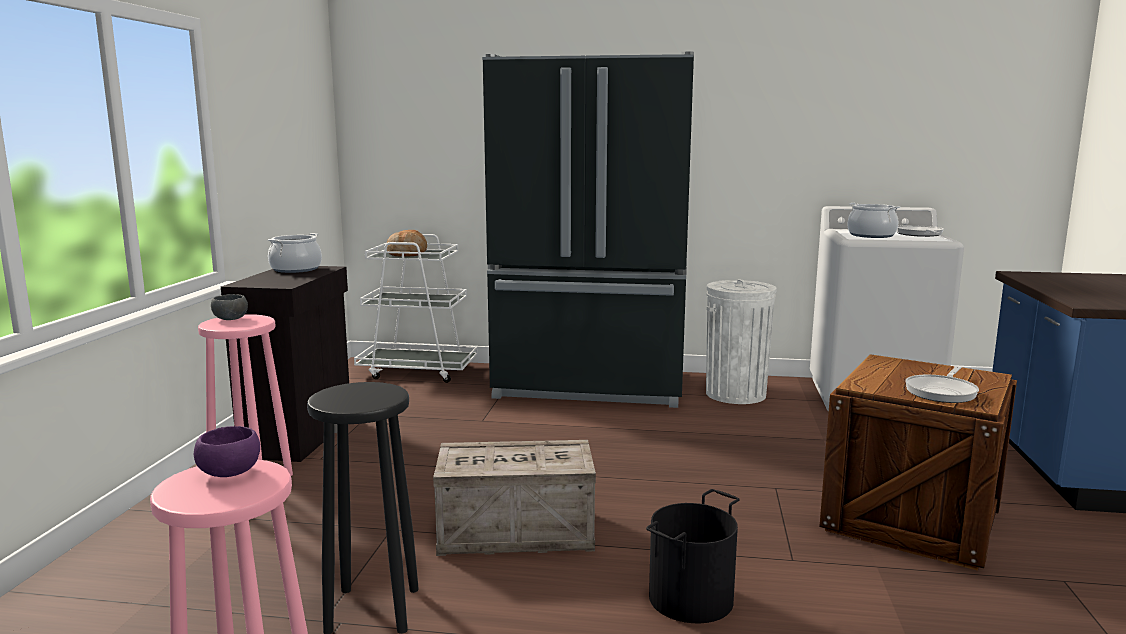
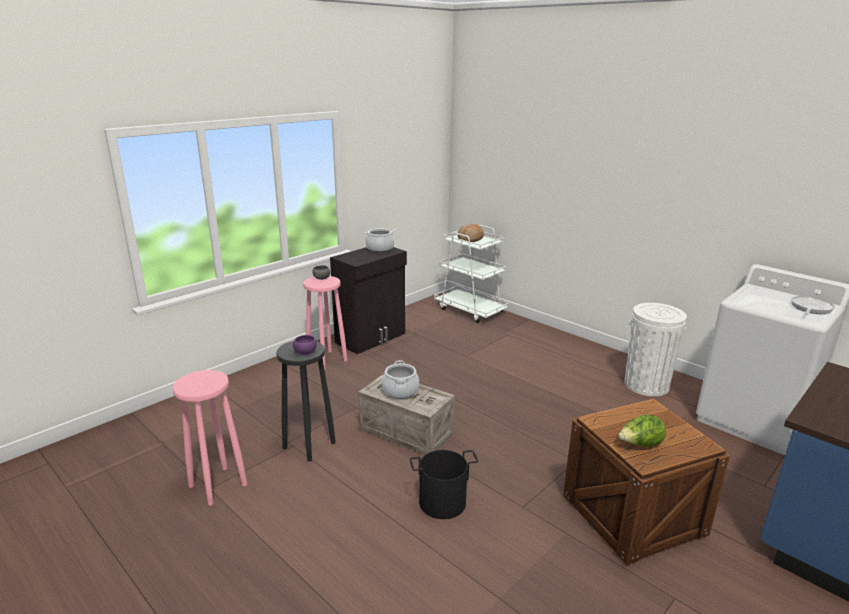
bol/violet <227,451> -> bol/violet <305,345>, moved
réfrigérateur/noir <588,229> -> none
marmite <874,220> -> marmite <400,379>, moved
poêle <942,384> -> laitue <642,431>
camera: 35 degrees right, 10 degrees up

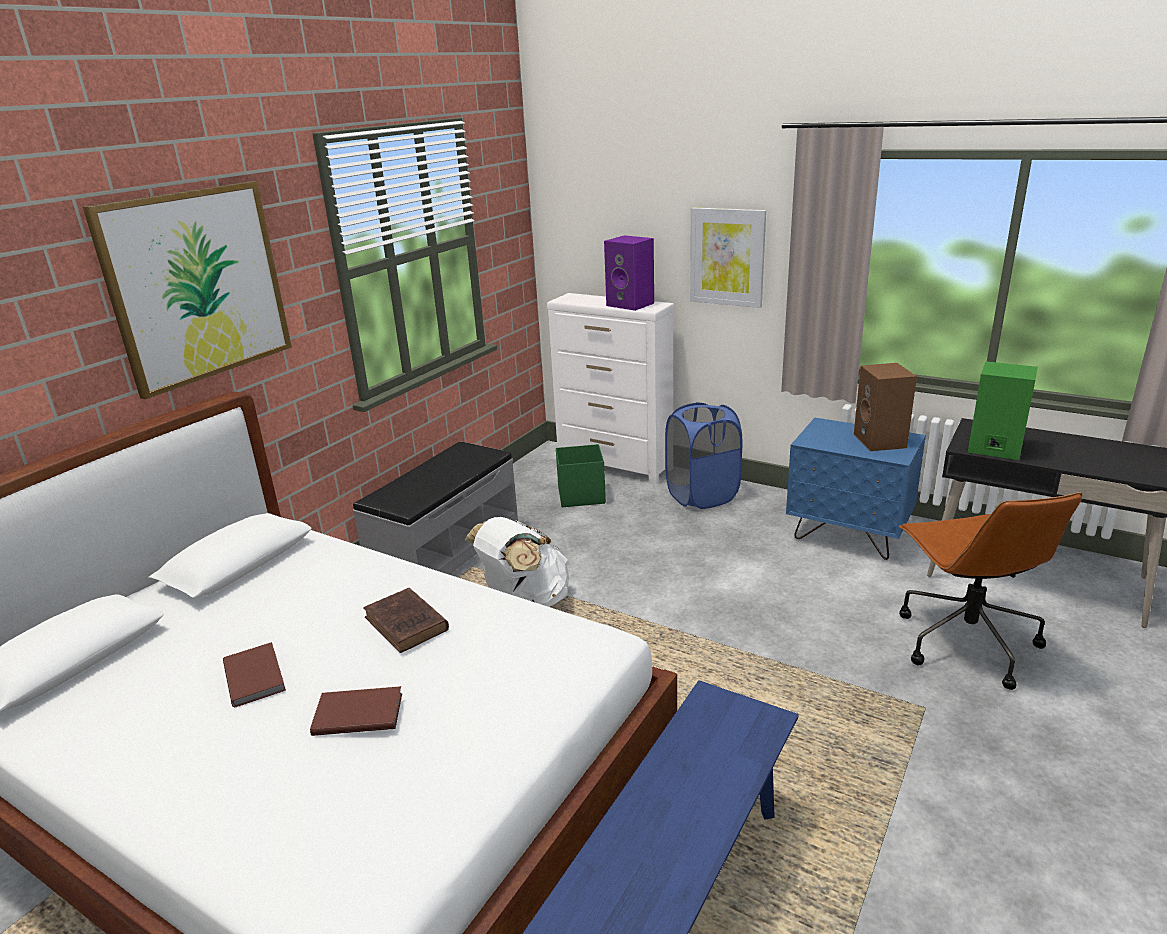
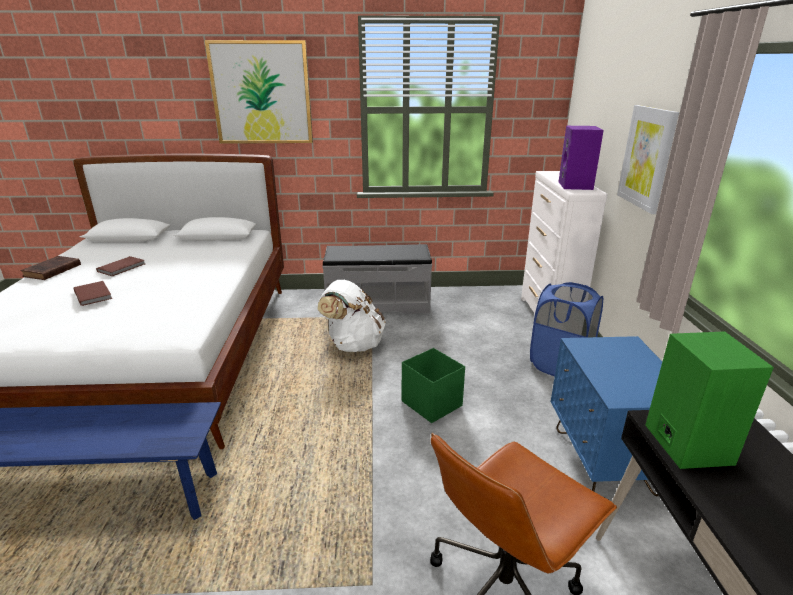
livre/marron <406,620> -> livre/marron <50,268>, moved
boîte de rangement/vert <581,475> -> boîte de rangement/vert <433,385>, moved
enceinte/marron <885,407> -> none
camera: 55 degrees right, 0 degrees up

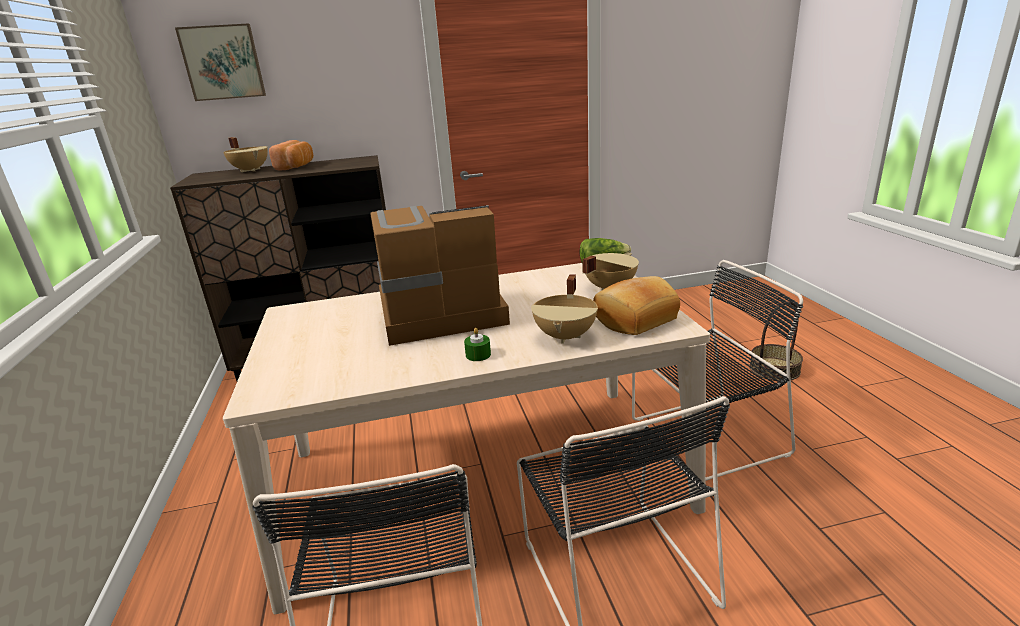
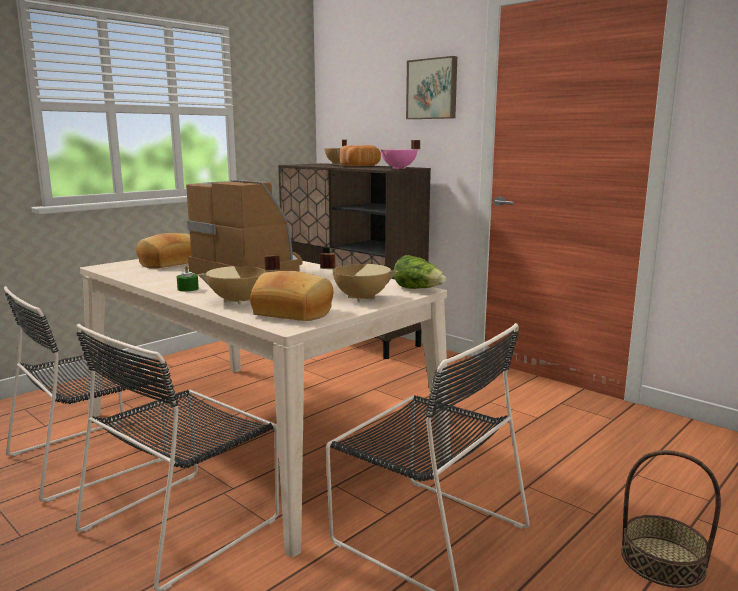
tableau <220,62> -> tableau <431,87>, moved
none -> pain <163,250>
none -> marmite/rose <400,154>
camera: 55 degrees right, 10 degrees down

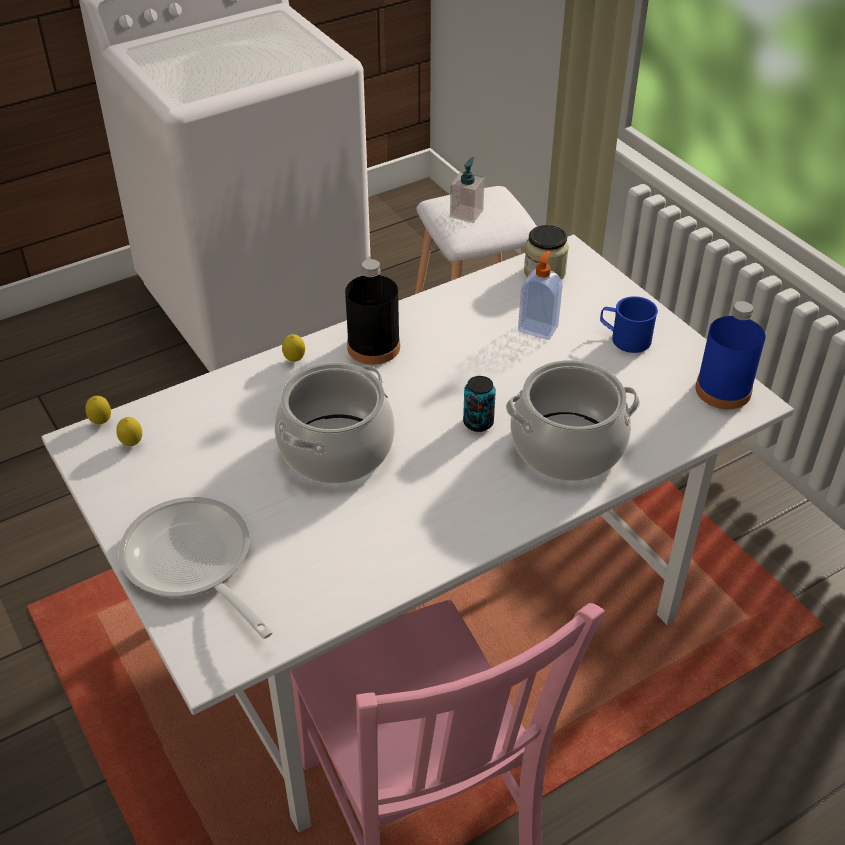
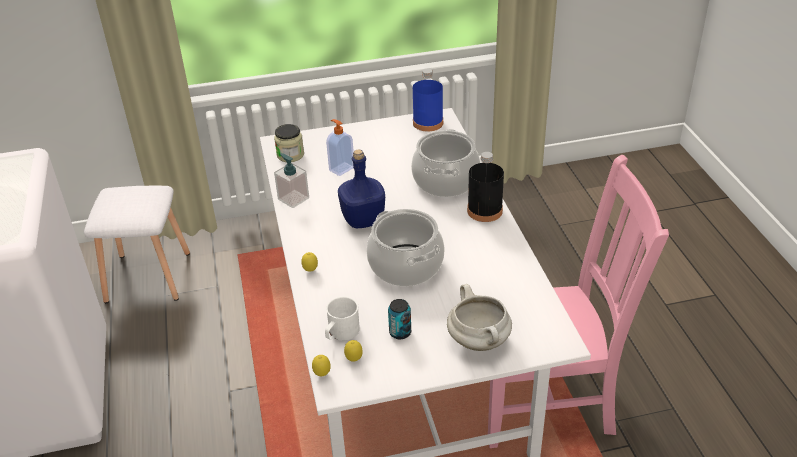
poêle <196,568> -> marmite/blanc <479,317>
bouteille/noir <372,312> -> bouteille/noir <485,187>, moved
distributeur de savon <467,190> -> distributeur de savon <291,180>, moved
boîte métallique <479,404> -> boîte métallique <399,319>, moved
mug/bleu <629,324> -> none
none -> mug/blanc <342,318>
none -> bouteille/bleu <361,189>
camera: 70 degrees left, 5 degrees down

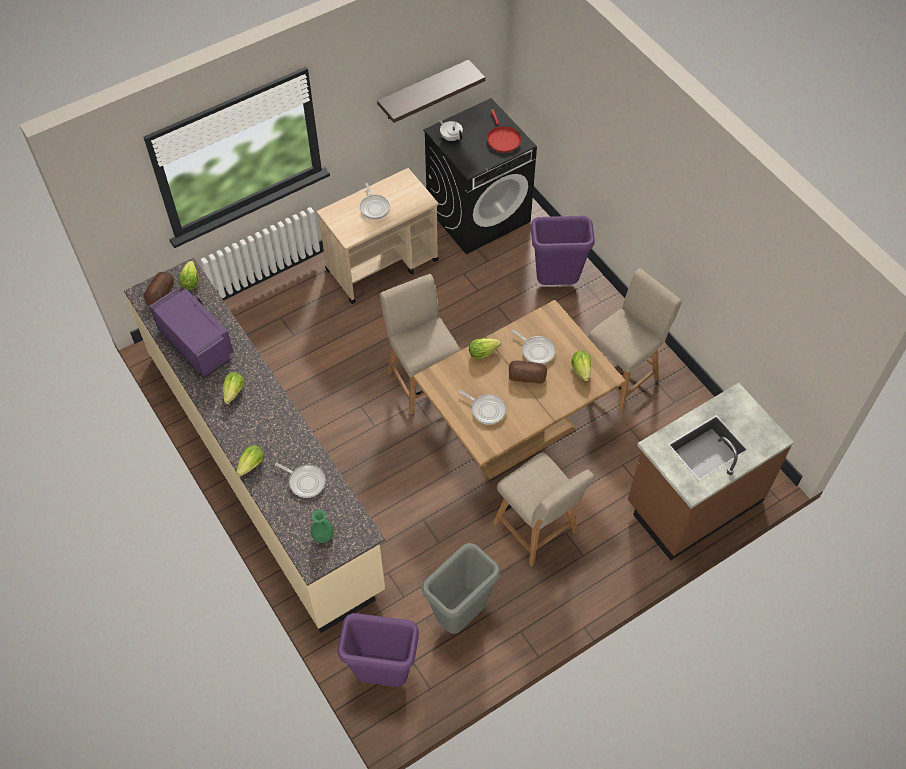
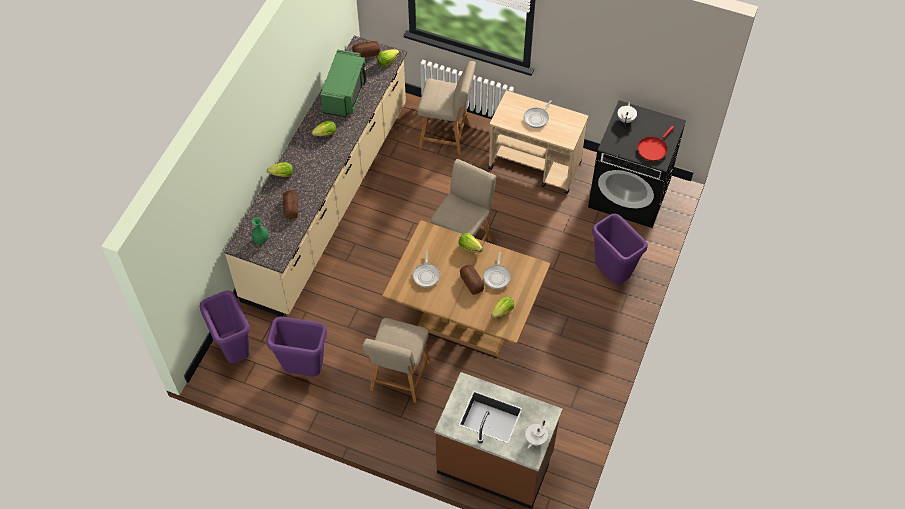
micro-ondes/violet <191,333> -> micro-ondes/vert <343,83>
poêle <300,480> -> pain <290,204>
étagère <431,91> -> none
poubelle/gris <461,588> -> poubelle/violet <296,347>
chaise/beige <635,339> -> chaise/beige <447,108>, moved
none -> théière/blanc <536,434>
camera: 55 degrees right, 0 degrees up

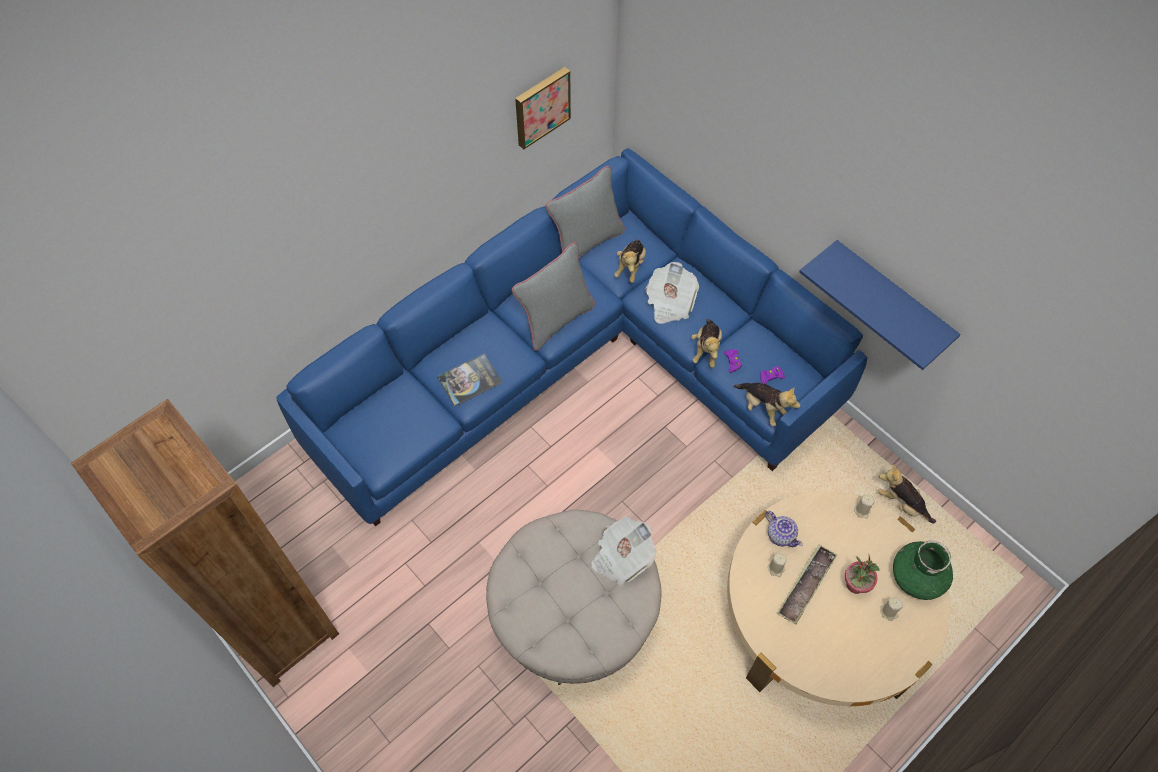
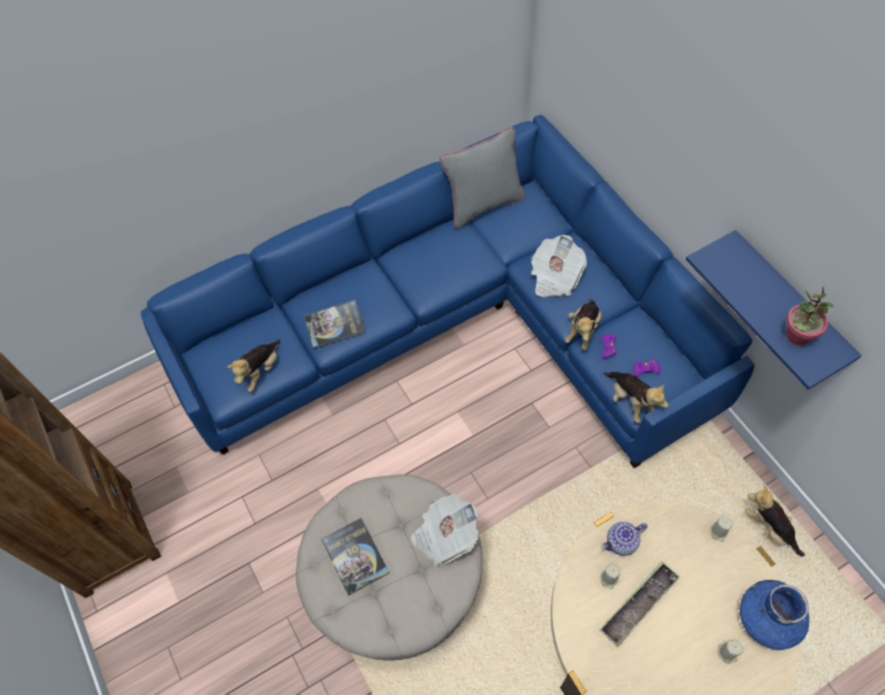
coussin/gris <553,296> -> none
tableau <543,108> -> none
peluche <630,261> -> peluche <253,365>, moved
théière <784,529> -> théière <624,539>, 90 degrees clockwise
plante en pot <862,574> -> plante en pot <810,315>, moved
vase/vert <923,570> -> vase/bleu <774,615>
none -> livre <355,557>
camera: 15 degrees right, 0 degrees up

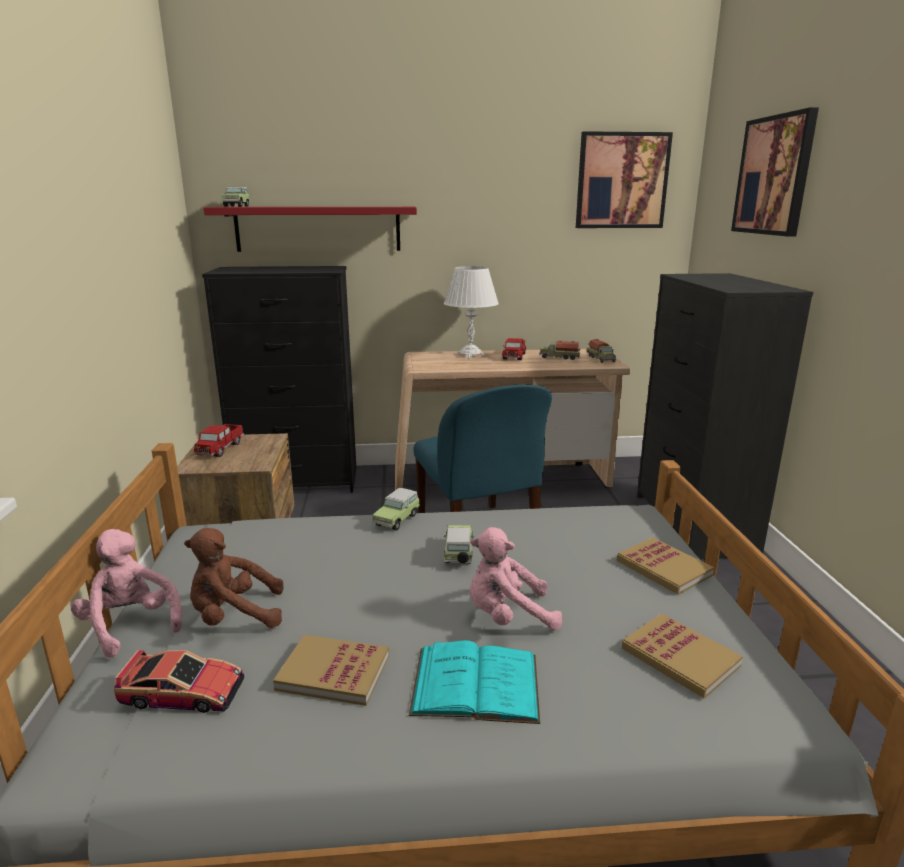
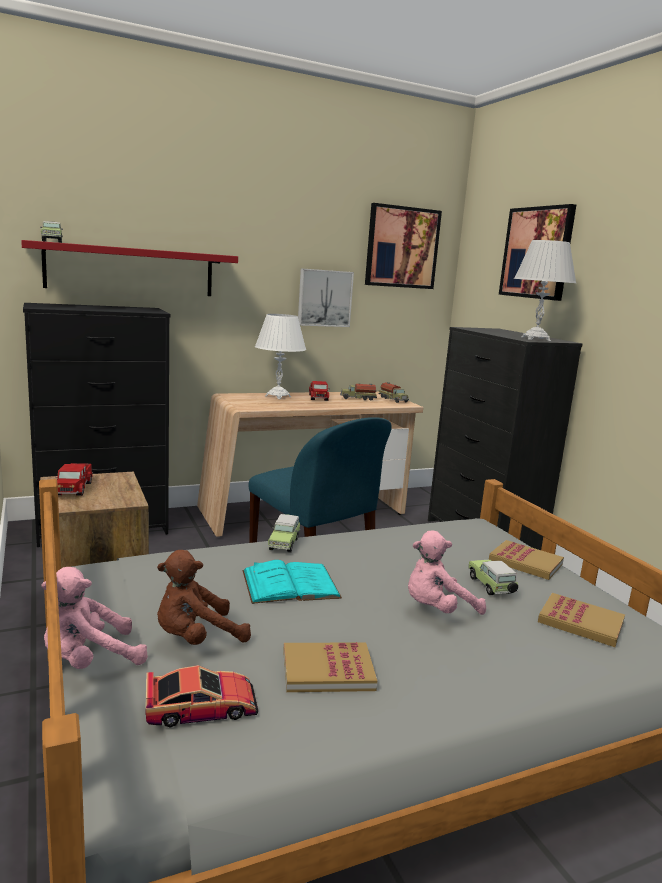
peluche/rose <126,593> -> peluche/rose <95,618>, 60 degrees counterclockwise
livre/turquoise <474,682> -> livre/turquoise <292,582>, moved
petite voiture <459,544> -> petite voiture <493,577>, moved
none -> tableau <326,297>
none -> lampe de table/blanc <545,290>
camera: 20 degrees left, 5 degrees down

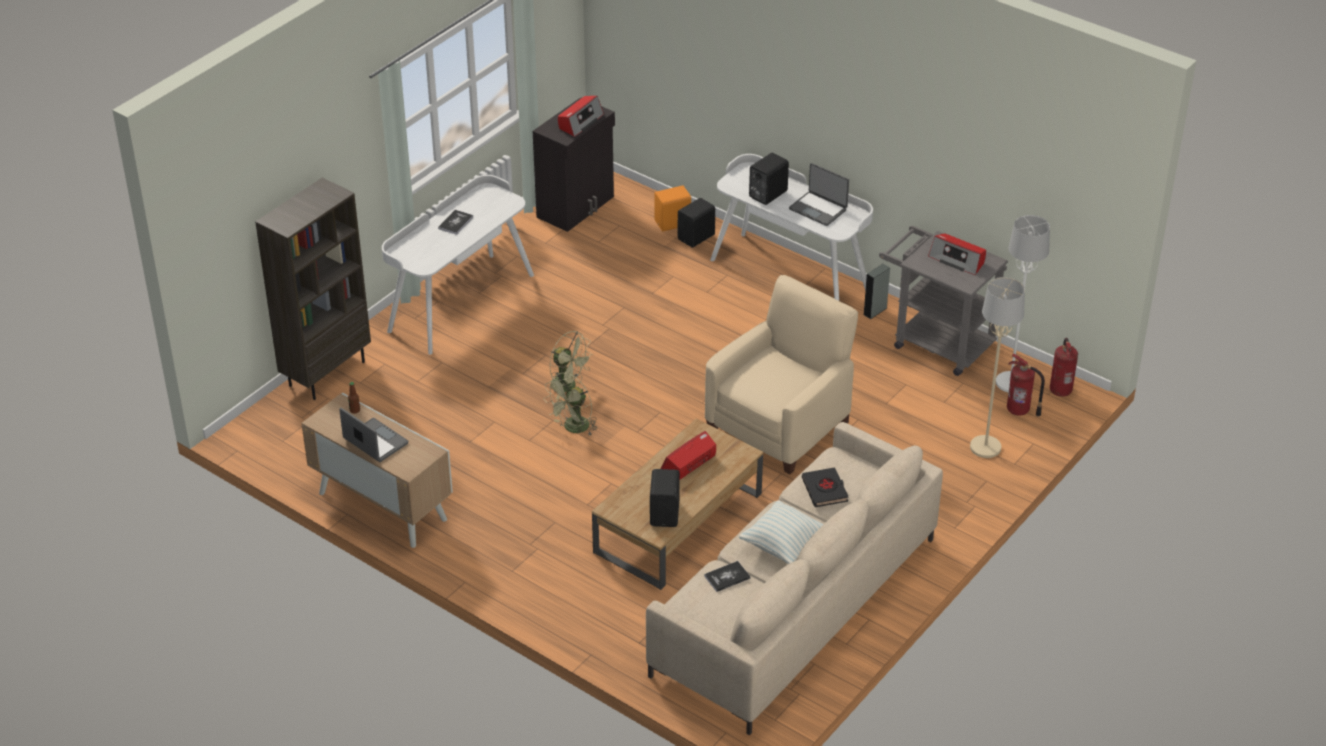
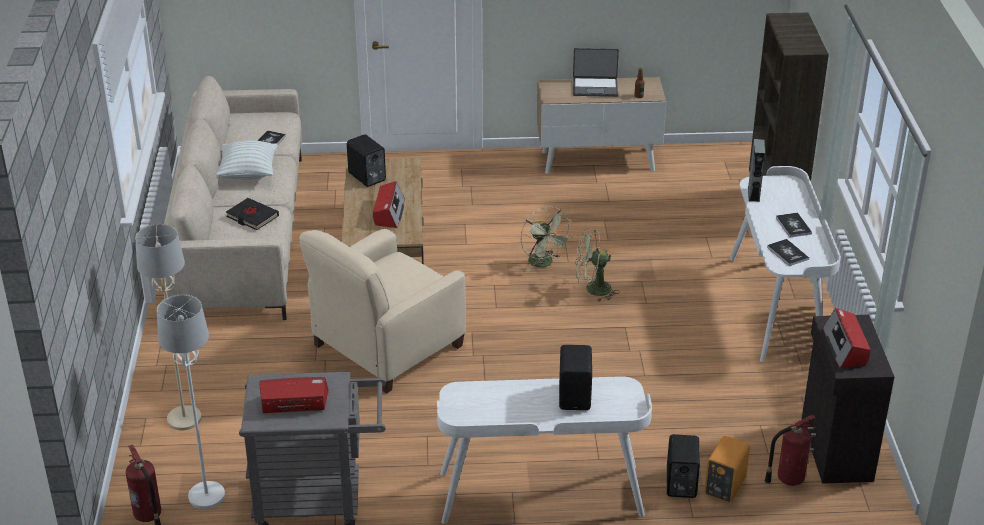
ventilateur/vert <570,405> -> ventilateur/vert <546,239>, 150 degrees clockwise
fauteuil/beige <781,374> -> fauteuil/beige <382,311>, 45 degrees clockwise
ordinateur portable <819,194> -> none
enceinte/gris <876,291> -> enceinte/gris <756,170>, moved
extincteur <1026,385> -> extincteur <791,450>, moved
none -> livre <788,252>
camera: 140 degrees right, 5 degrees down

